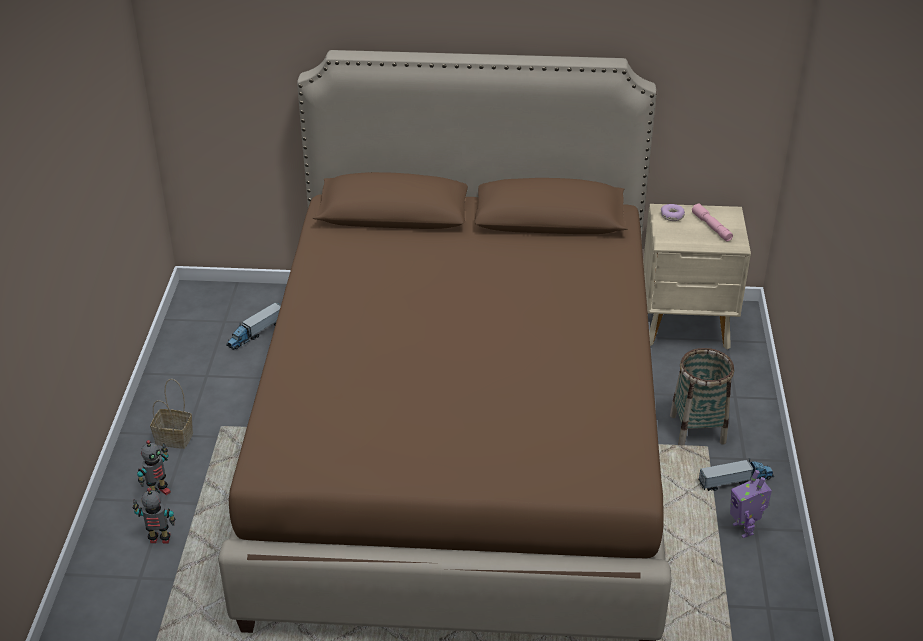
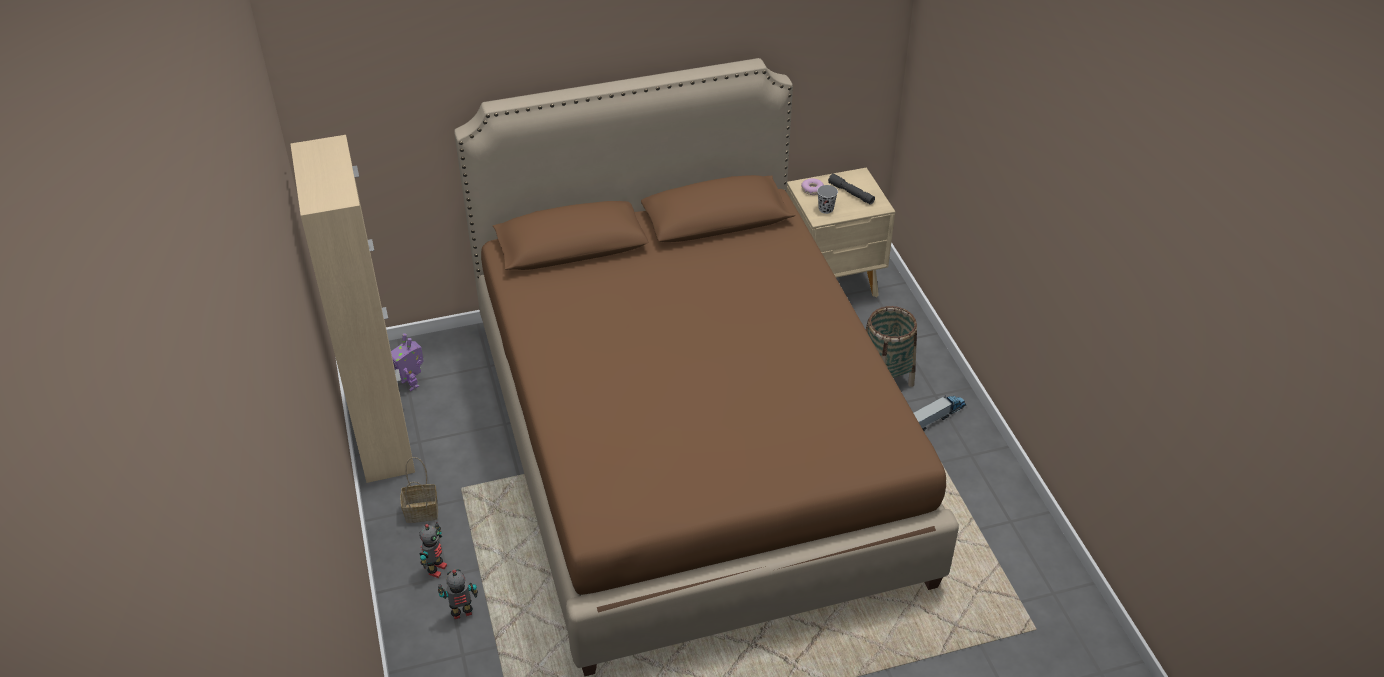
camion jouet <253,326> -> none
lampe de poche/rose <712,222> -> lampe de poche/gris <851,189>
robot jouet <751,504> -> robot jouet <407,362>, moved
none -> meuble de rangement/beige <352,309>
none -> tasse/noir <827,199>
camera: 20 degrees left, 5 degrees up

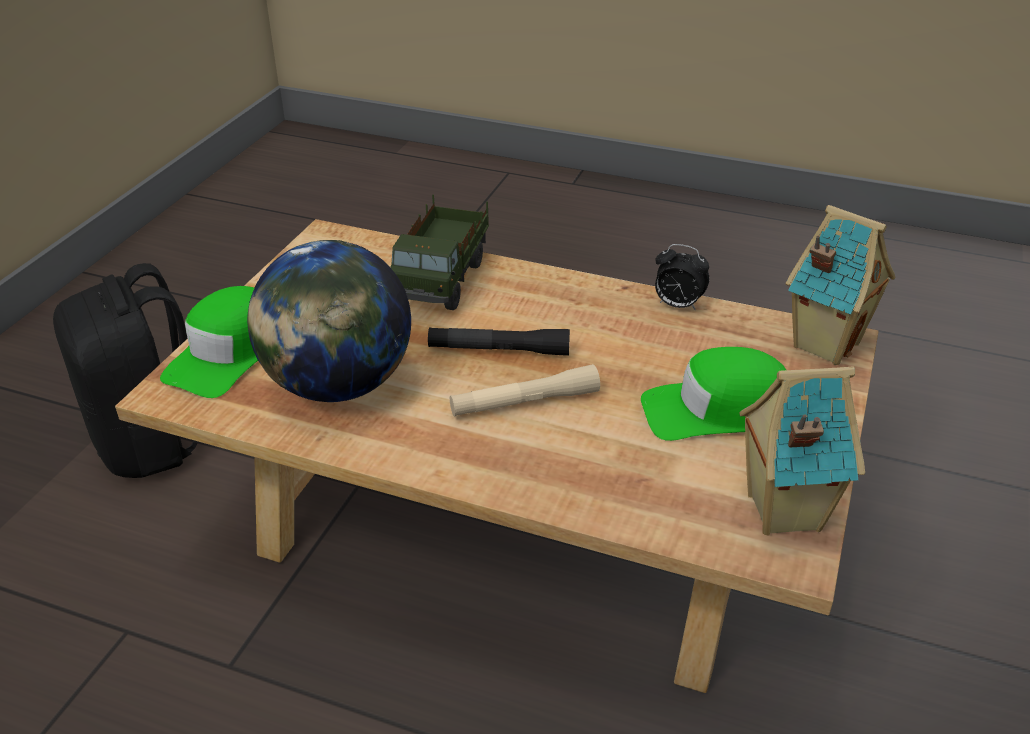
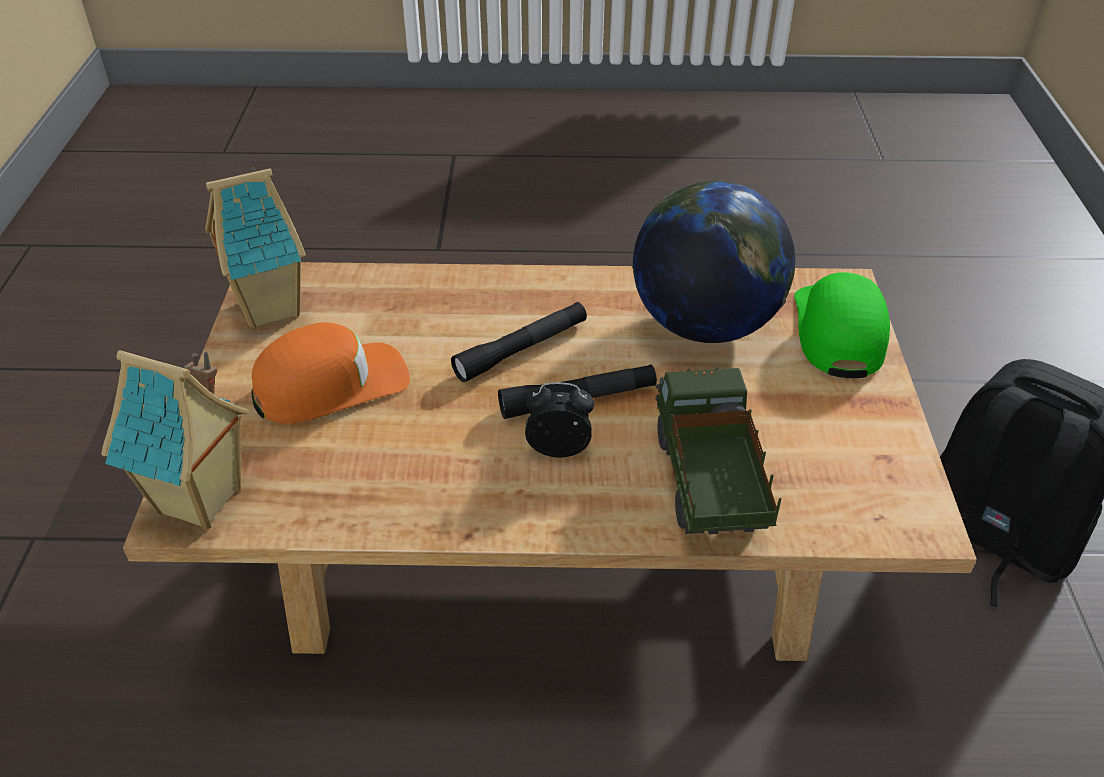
lampe de poche/beige <525,390> -> lampe de poche/noir <519,342>
casquette/vert <713,394> -> casquette/orange <330,373>
réveil <682,277> -> réveil <559,419>, moved
camera: 160 degrees right, 5 degrees up

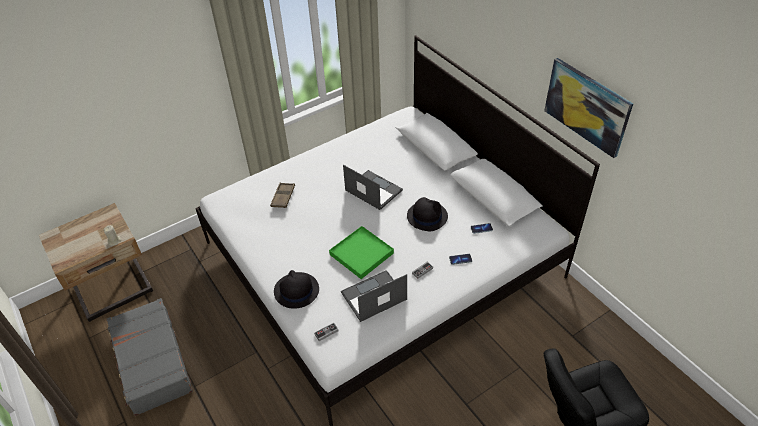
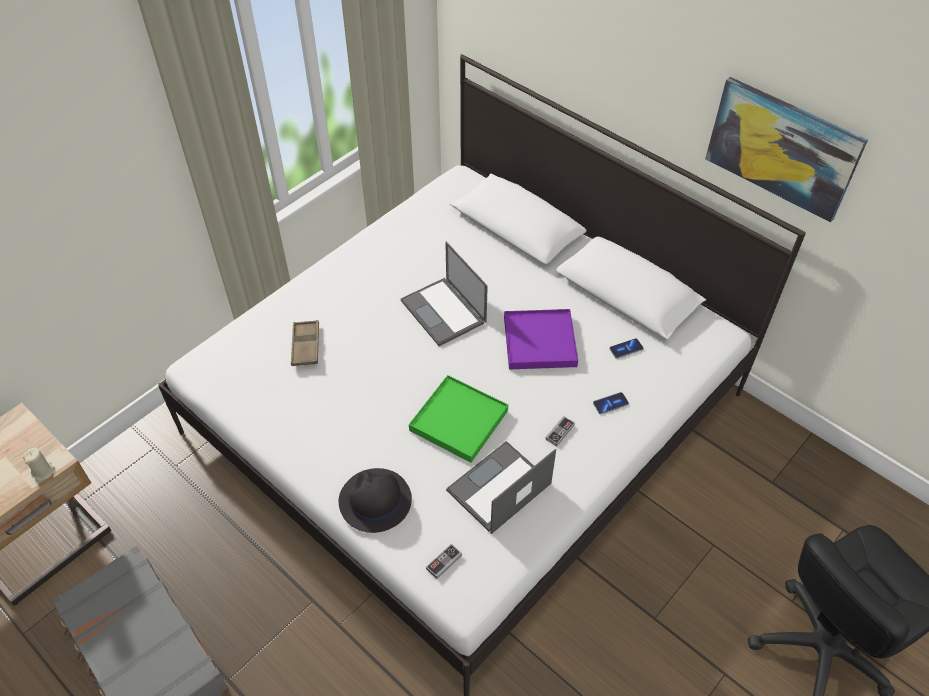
ordinateur portable <373,187> -> ordinateur portable <444,294>, 150 degrees counterclockwise
chapeau/noir <427,214> -> plateau/violet <541,339>
camera: 15 degrees left, 5 degrees up

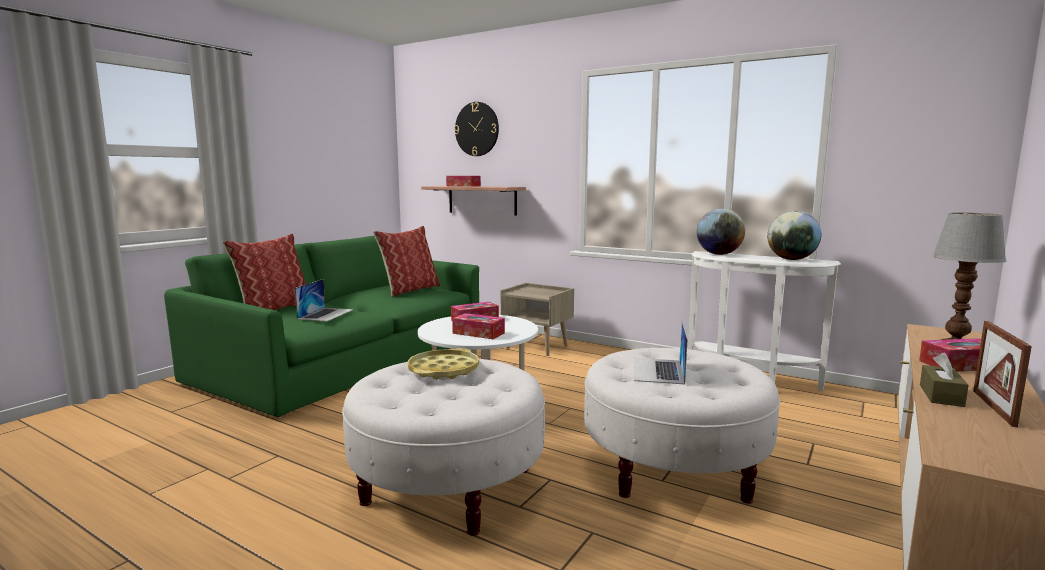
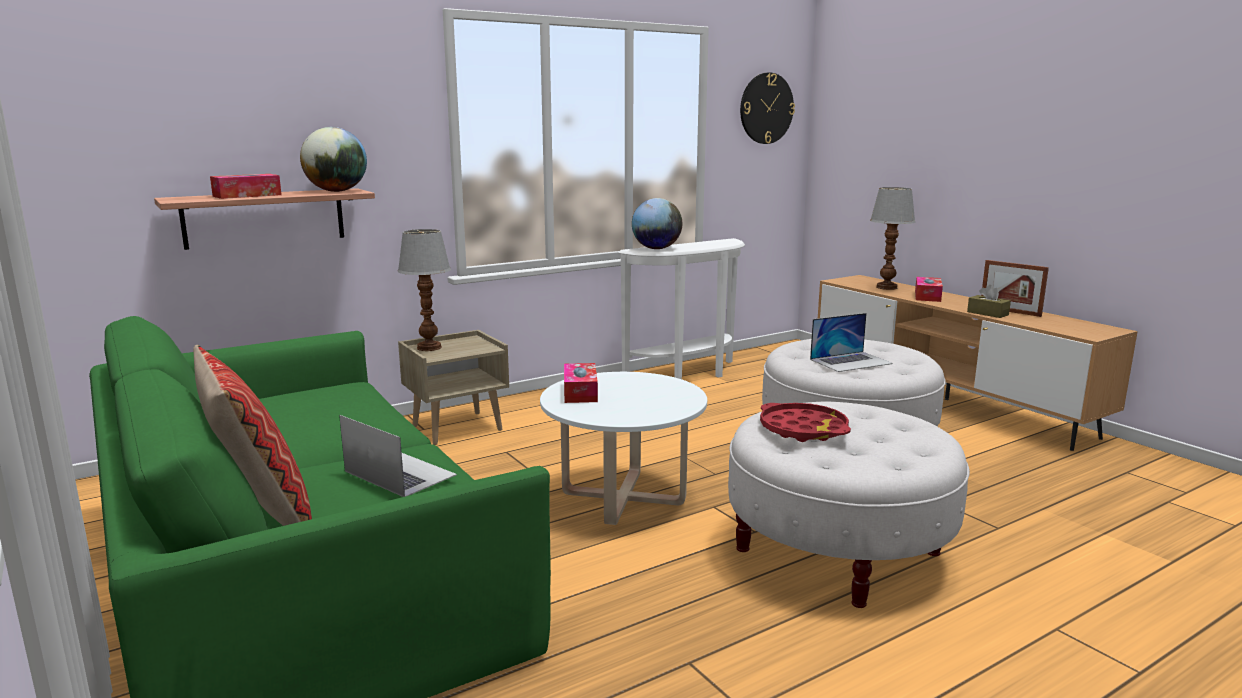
coussin <406,261> -> none
plateau/jaune <443,364> -> plateau/rouge <805,422>
boîte à mouchoirs <478,326> -> none
horloge murale <476,129> -> horloge murale <767,108>, moved
ordinateur portable <661,353> -> ordinateur portable <851,342>, 60 degrees counterclockwise
globe <794,235> -> globe <333,159>, moved
none -> lampe de table <424,290>
camera: 65 degrees left, 5 degrees up

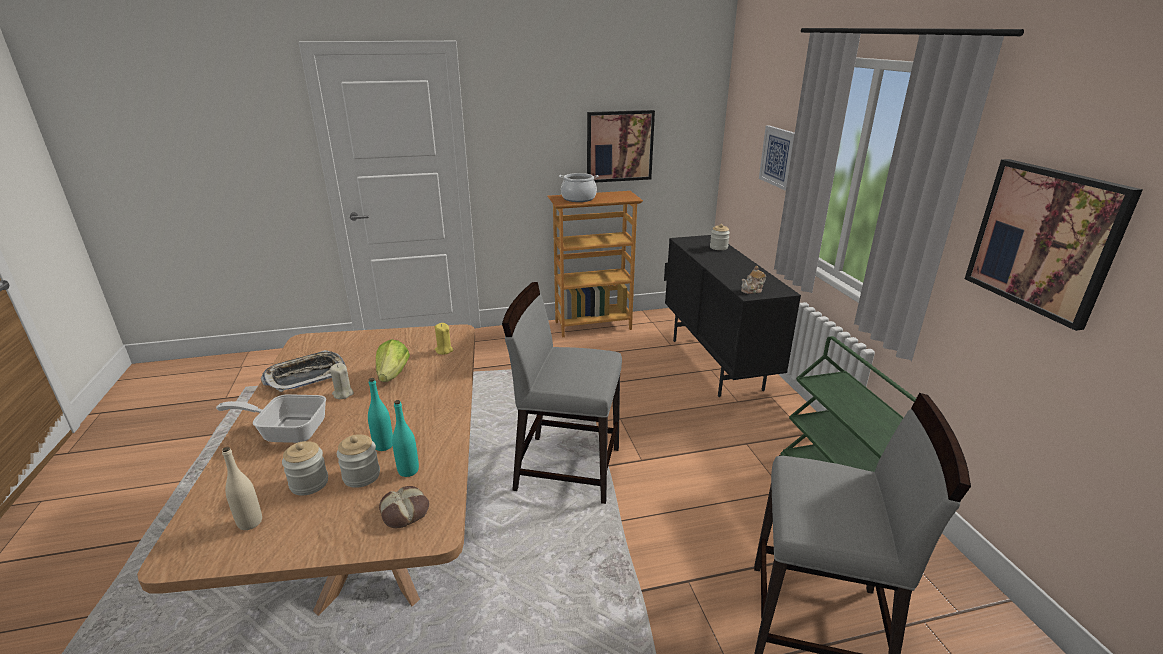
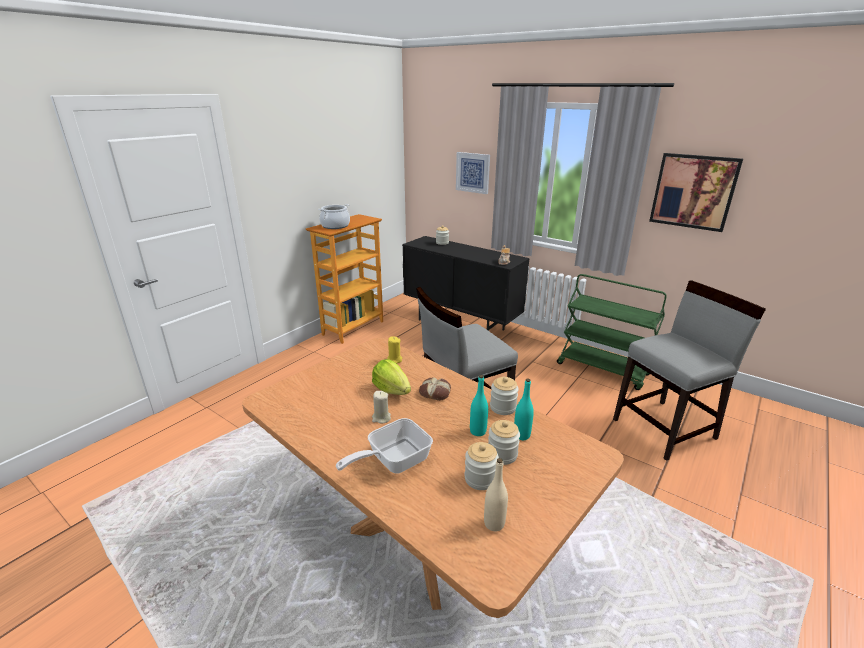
plateau <303,371> -> none
pain <404,507> -> pain <435,389>, moved
tableau <621,146> -> none
none -> bocal <504,396>
camera: 40 degrees left, 0 degrees up

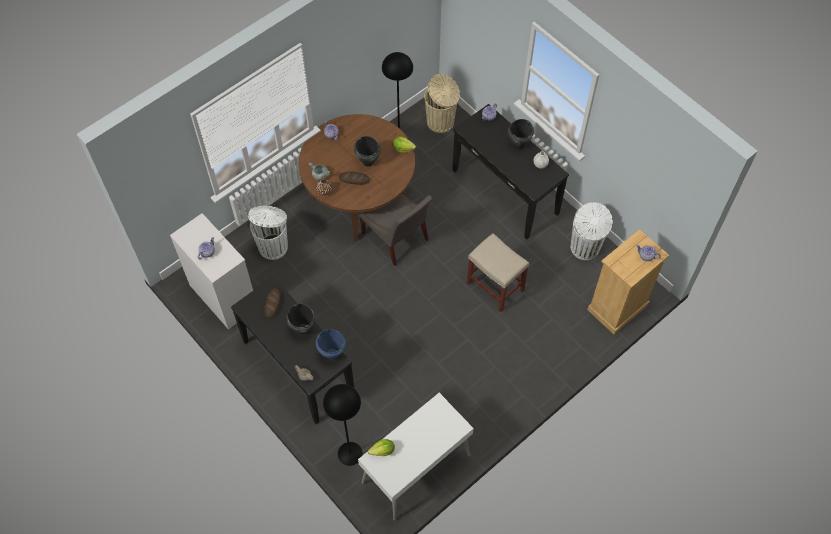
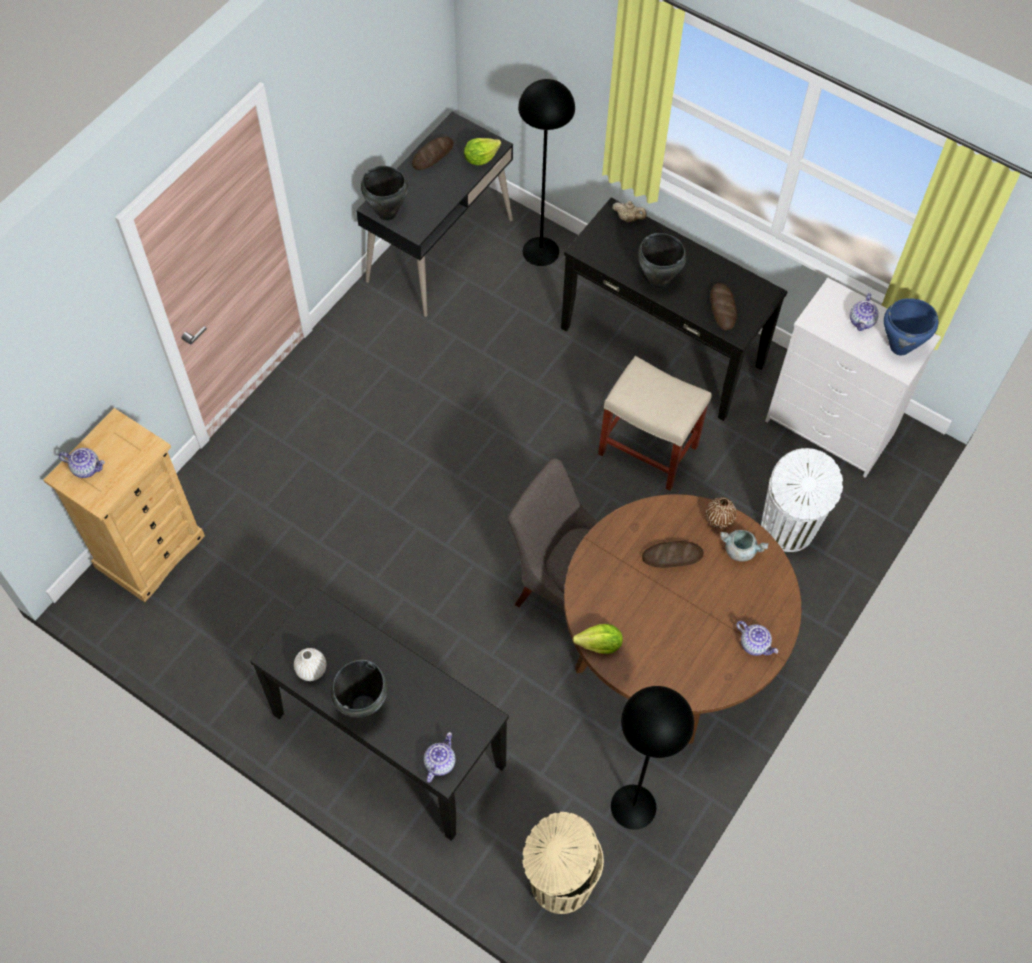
marmite/bleu <331,344> -> marmite/bleu <911,326>, moved
marmite/noir <367,151> -> marmite/noir <384,193>, moved
bureau/blanc <416,457> -> bureau/noir <434,214>
tabouret/beige <498,272> -> tabouret/beige <655,423>, moved
poubelle/blanc <592,231> -> none
none -> pain <433,153>
camera: 165 degrees right, 0 degrees up

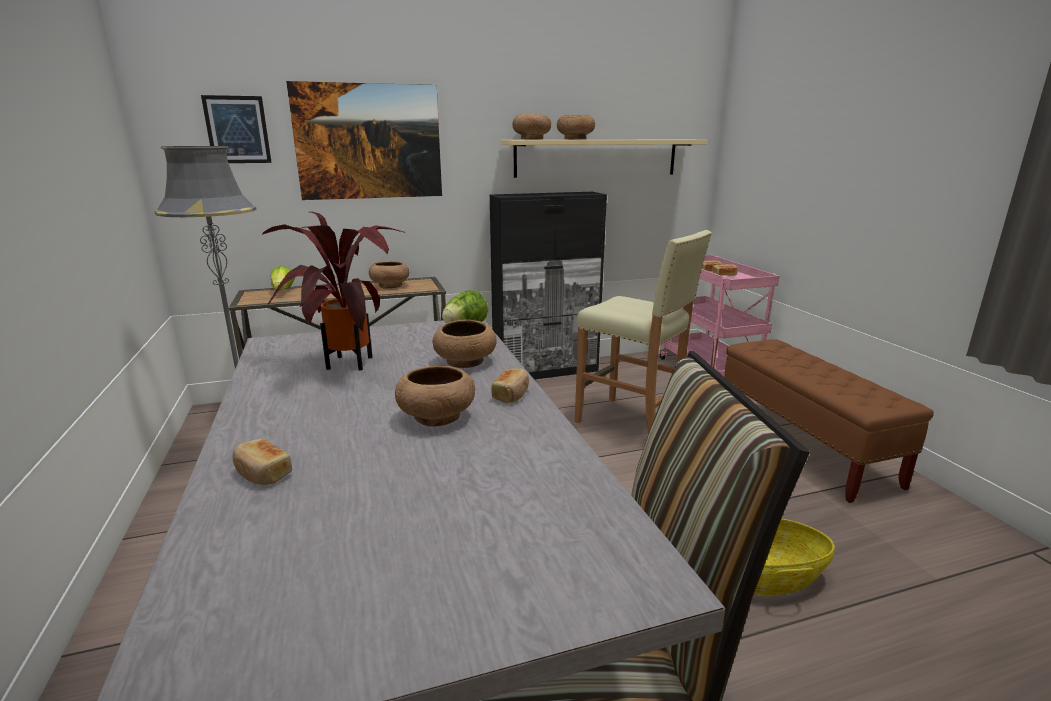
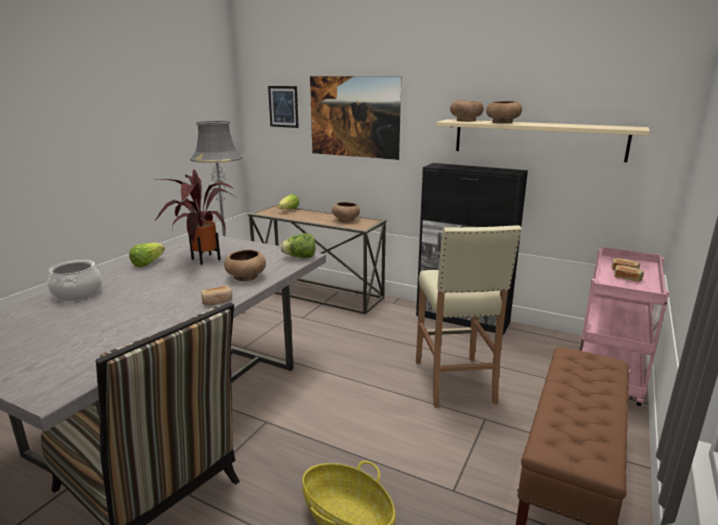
pain <262,462> -> marmite <74,280>
bol/marron <435,396> -> none
none -> laitue <147,254>
camera: 45 degrees right, 0 degrees up

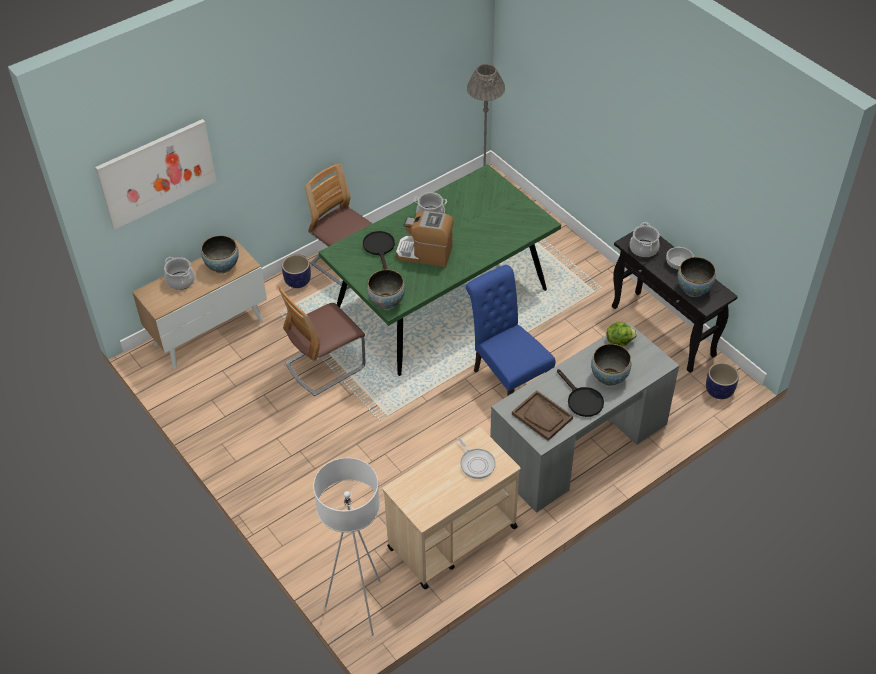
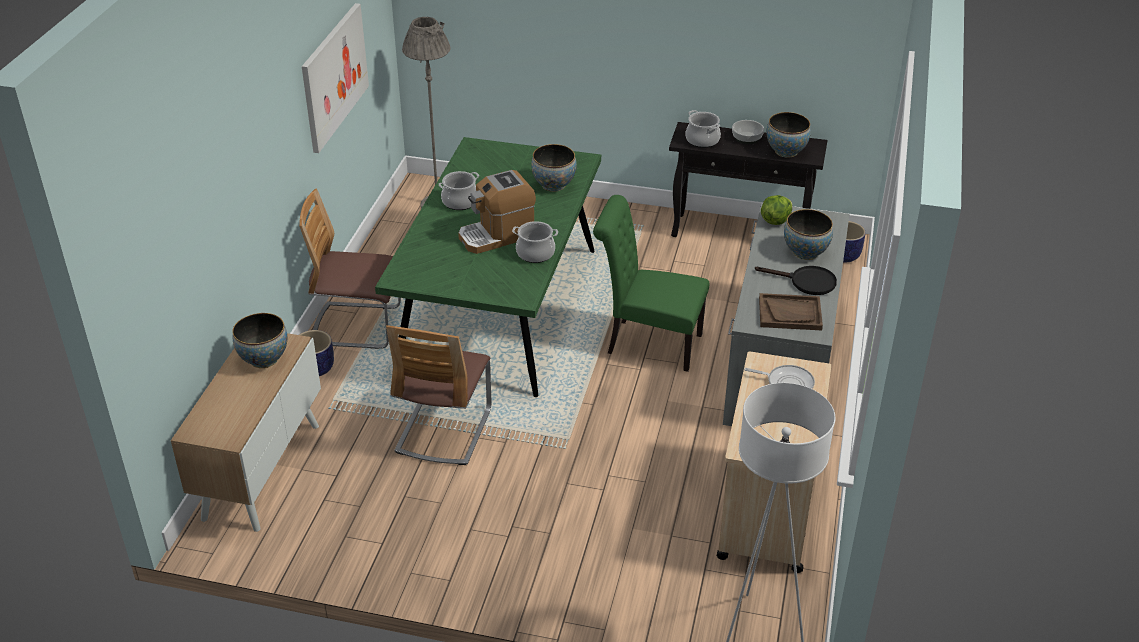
tableau <155,174> -> tableau <335,78>, moved
marmite <179,273> -> marmite <535,242>, moved
poêle/noir <379,250> -> none
bol <386,289> -> bol <554,168>, moved
chaise/bleu <511,330> -> chaise/vert <651,283>
camera: 40 degrees left, 10 degrees down

